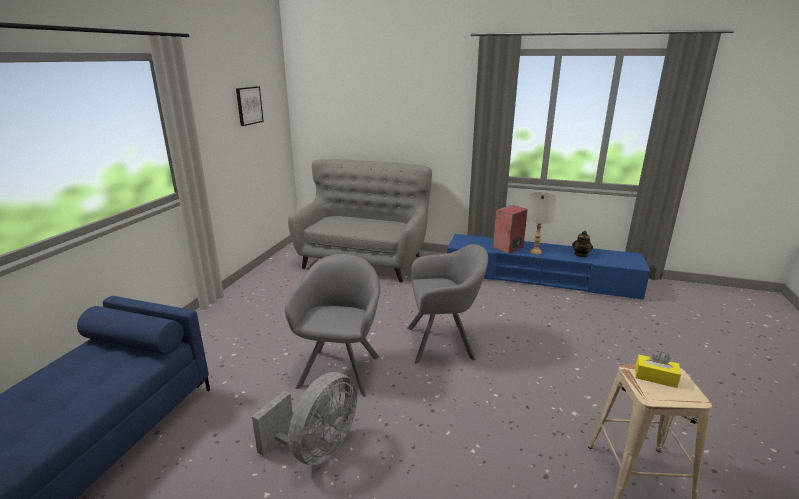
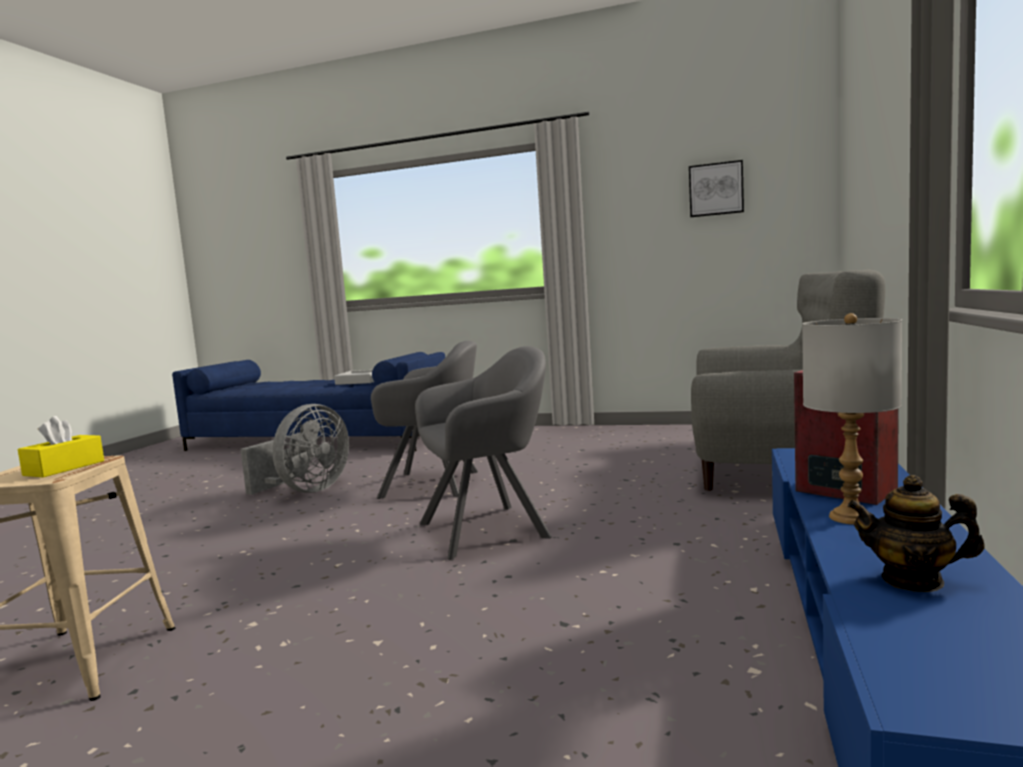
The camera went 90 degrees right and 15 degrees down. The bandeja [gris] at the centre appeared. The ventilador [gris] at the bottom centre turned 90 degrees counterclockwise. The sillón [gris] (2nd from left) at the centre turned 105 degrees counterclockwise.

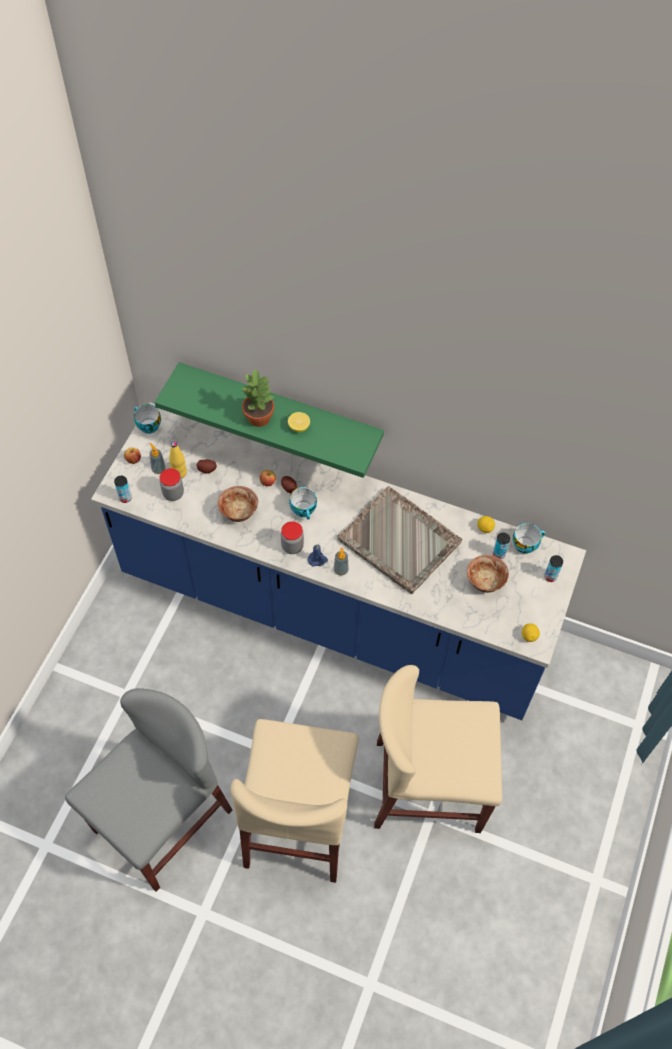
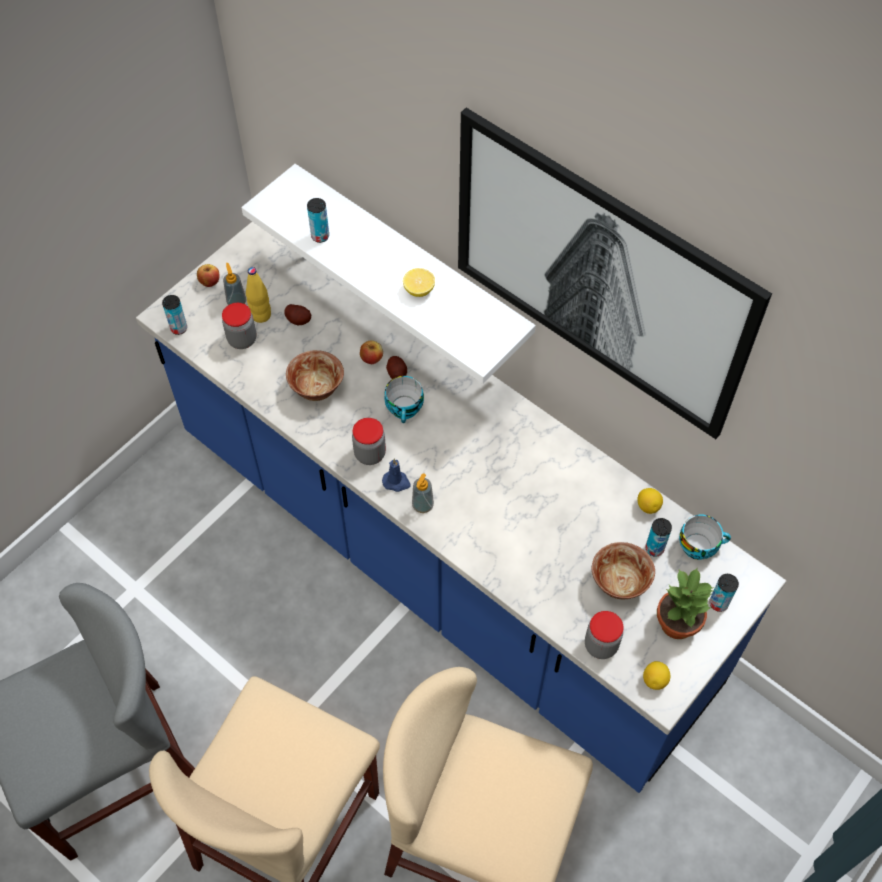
The camera went 20 degrees right and 0 degrees up. The taza (1st from left) at the middle left disappeared. The bandeja [gris] at the centre disappeared. The lata (2nd from left) at the top centre appeared. The cuadro at the top right appeared. The tarro (3rd from left) at the bottom right appeared. The planta en maceta moved from the centre to the bottom right. The estante [verde] at the centre became the estante [blanco] at the top centre.

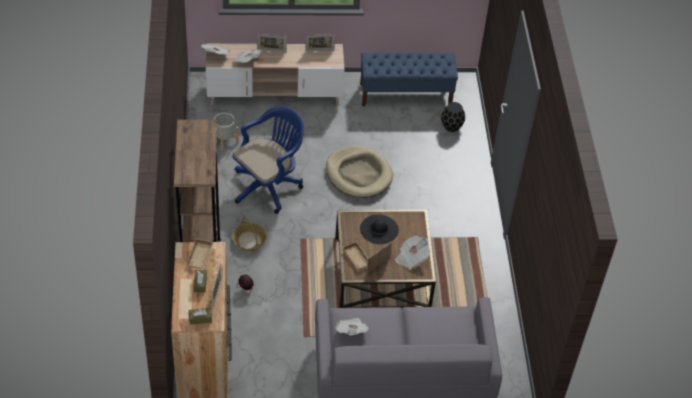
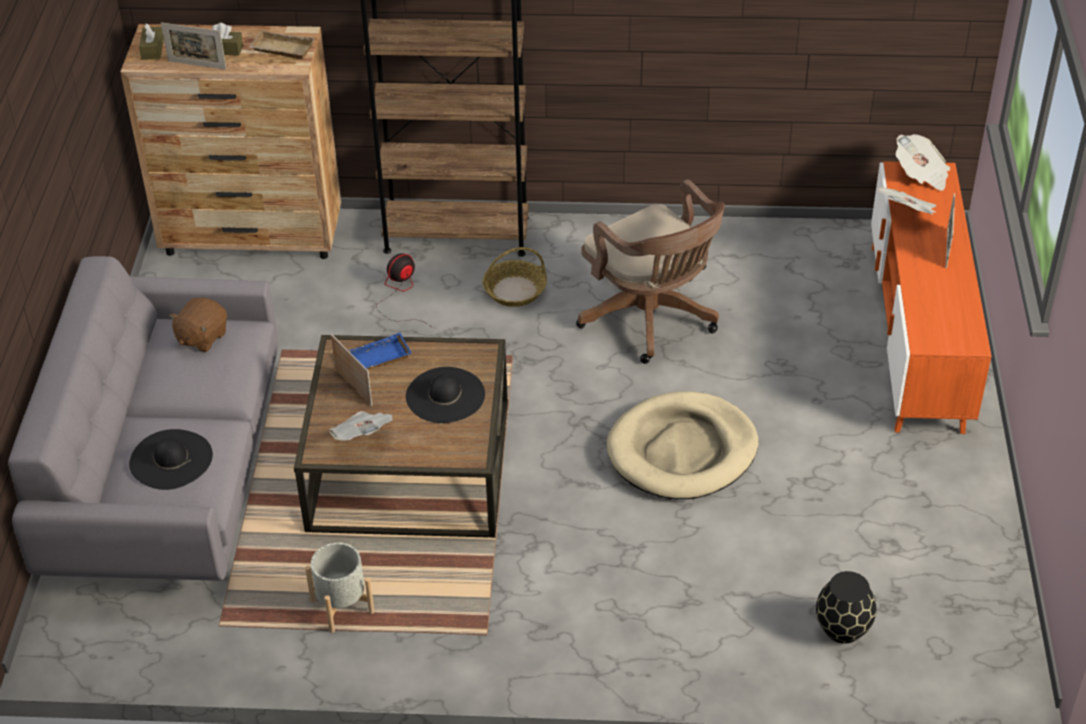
The camera went 100 degrees right and 5 degrees down. The portarretratos (3rd from left) at the top centre disappeared. The banco [azul] at the top centre disappeared. The sombrero [negro] (1st from left) at the middle left appeared. The maceta [gris] moved from the top left to the bottom left. The periódico (3rd from left) at the bottom centre was replaced by the peluche [marrón] at the middle left. The mueble de televisión [beis] at the top centre became the mueble de televisión [naranja] at the middle right. The silla de oficina [azul] at the centre became the silla de oficina [marrón] at the centre. The bandeja [beis] (2nd from left) at the centre became the bandeja [azul] at the centre.

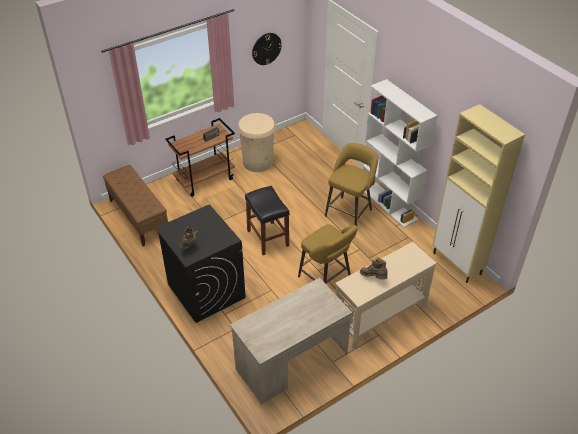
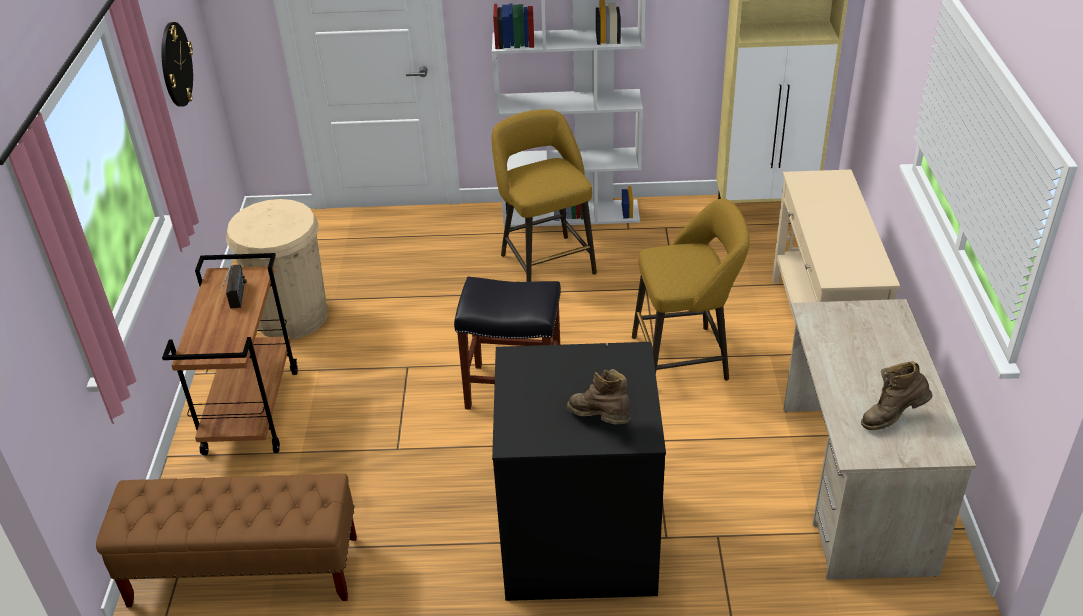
The camera went 55 degrees left and 5 degrees down. The bota [marrón] (2nd from left) moved from the centre to the middle right.

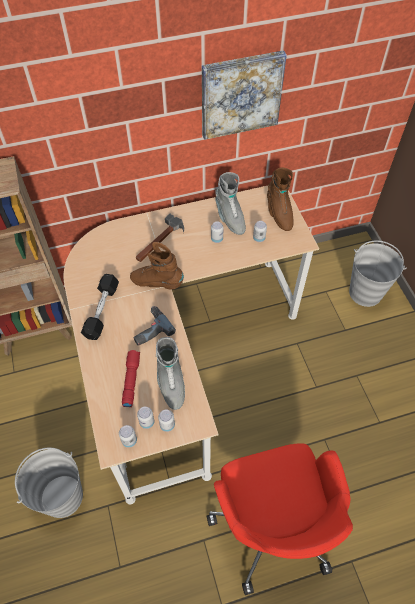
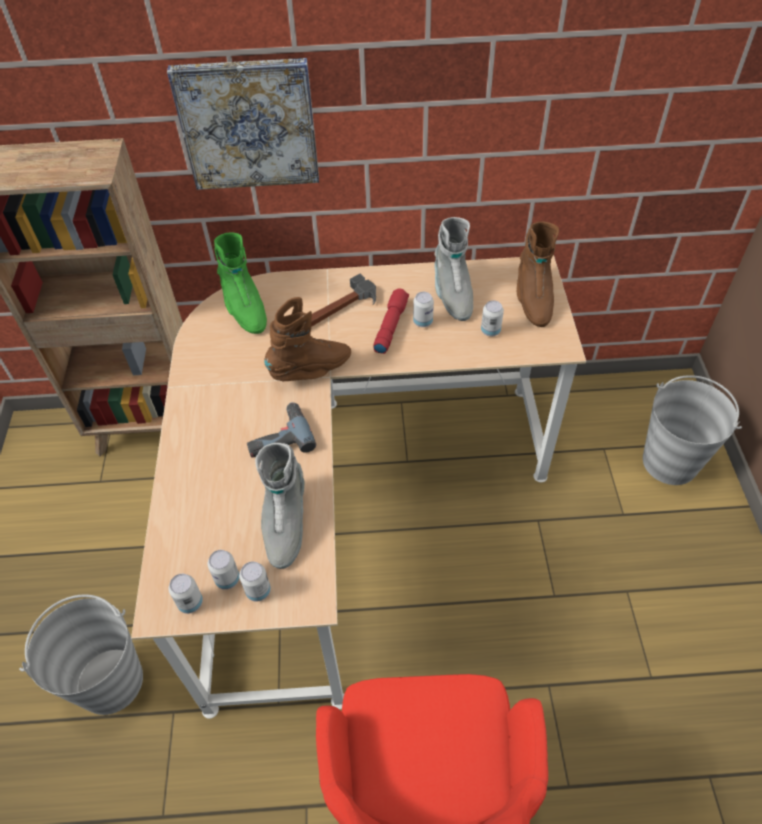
The camera went 15 degrees right and 5 degrees down. The mancuerna [negro] at the middle left disappeared. The bota [verde] at the middle left appeared. The linterna [rojo] moved from the middle left to the centre. The cuadro moved from the top centre to the top left. The bota [marrón] (1st from left) at the centre turned 120 degrees clockwise.

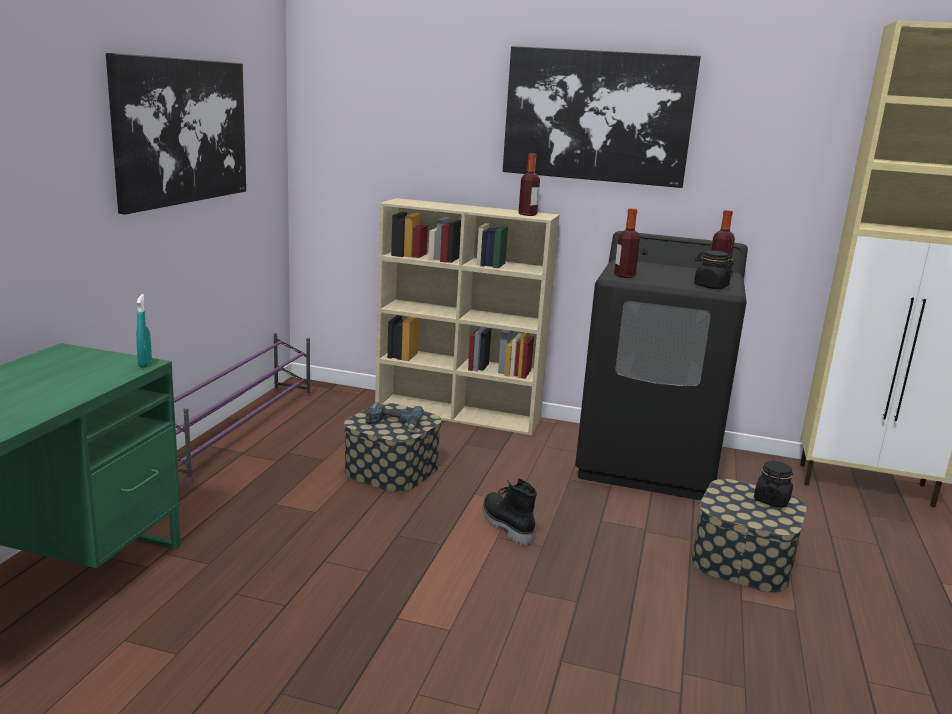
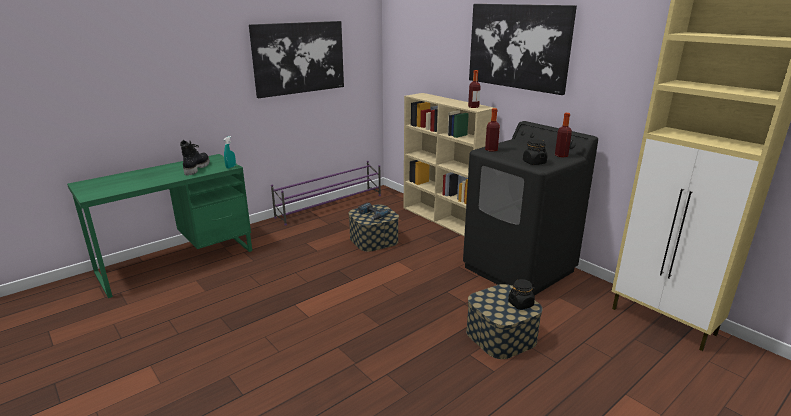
The camera went 35 degrees right and 5 degrees up. The bota [negro] moved from the bottom centre to the middle left.

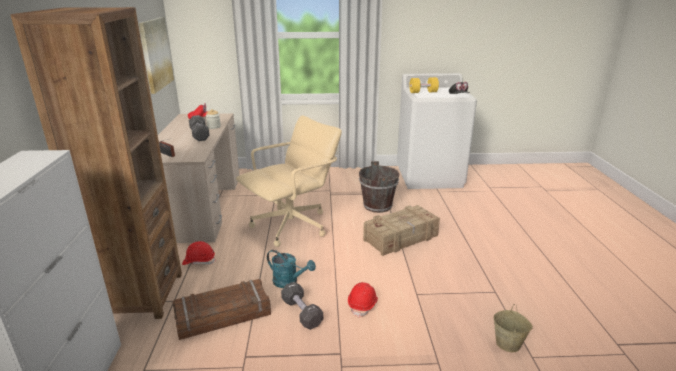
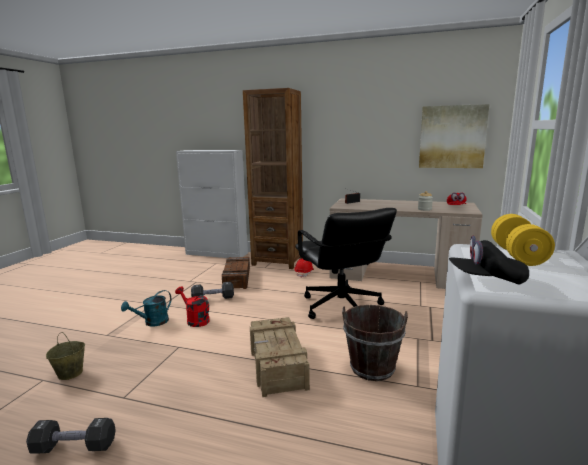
The camera went 110 degrees right and 10 degrees down. The mancuerna [negro] (1st from left) moved from the middle left to the bottom left. The regadera [turquesa] moved from the bottom centre to the middle left. The casco [rojo] (2nd from left) at the bottom centre was replaced by the regadera [rojo] at the middle left. The silla de oficina [beis] at the centre became the silla de oficina [negro] at the centre.

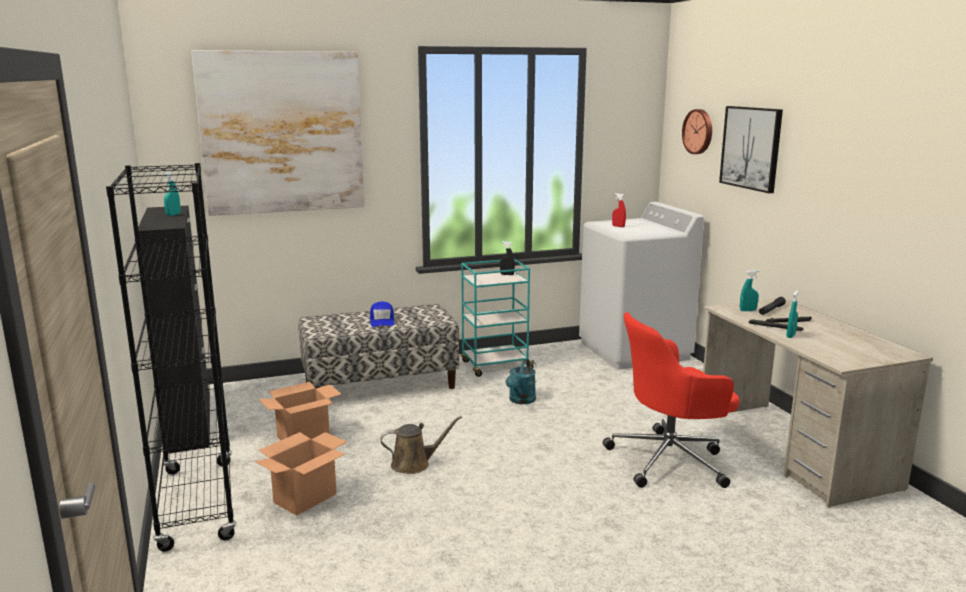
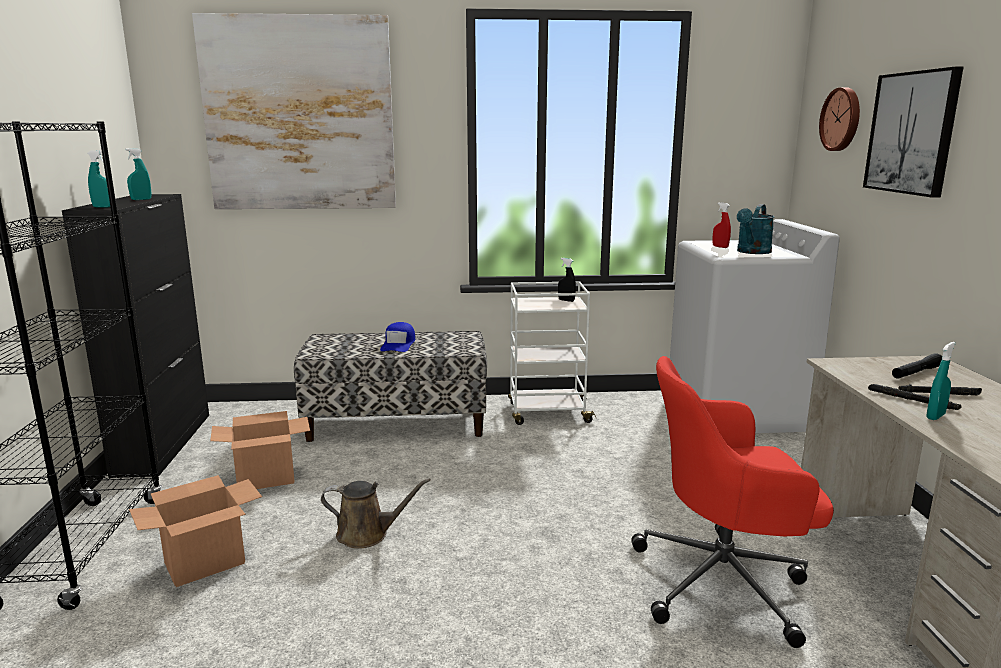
The camera went 15 degrees right and 0 degrees up. The regadera [turquesa] moved from the centre to the middle right. The pulverizador [turquesa] (2nd from left in the first image) moved from the middle right to the top left. The carrito [turquesa] at the centre became the carrito [blanco] at the centre.

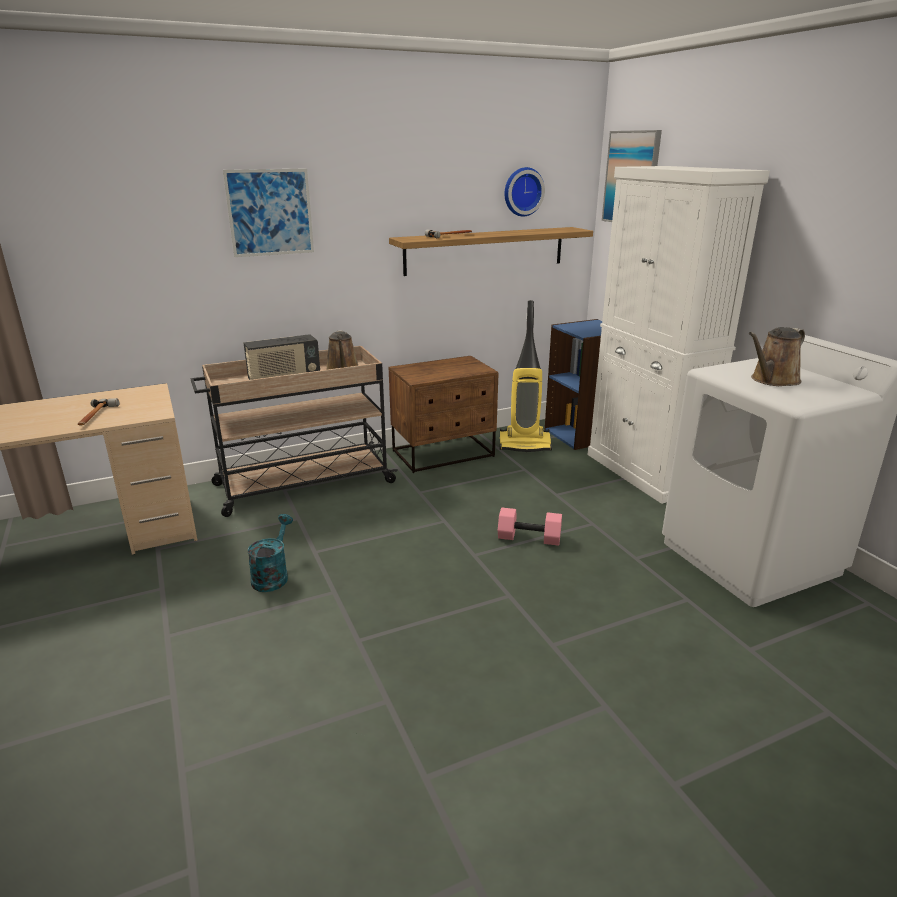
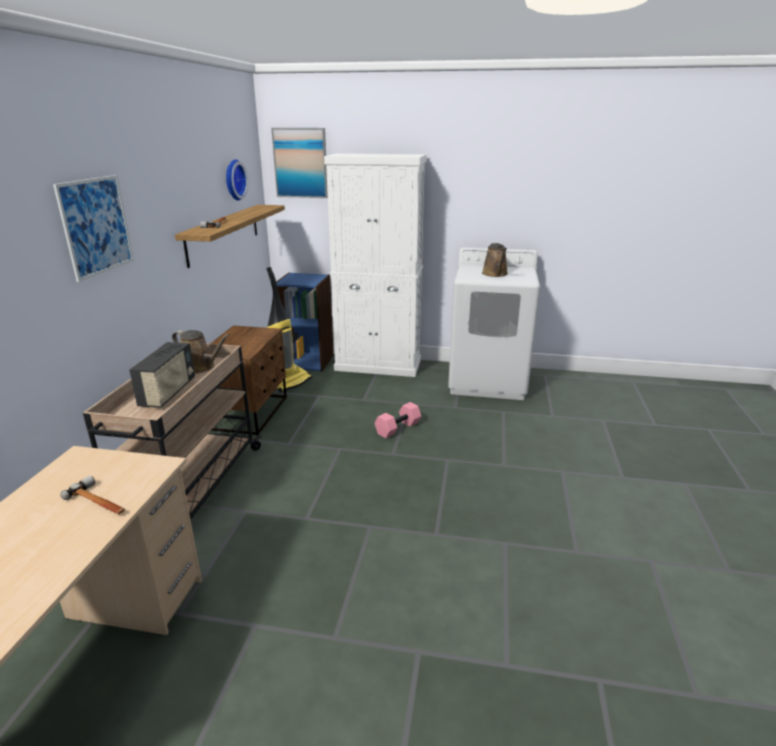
The camera went 55 degrees left and 0 degrees up. The regadera [turquesa] at the middle left disappeared.

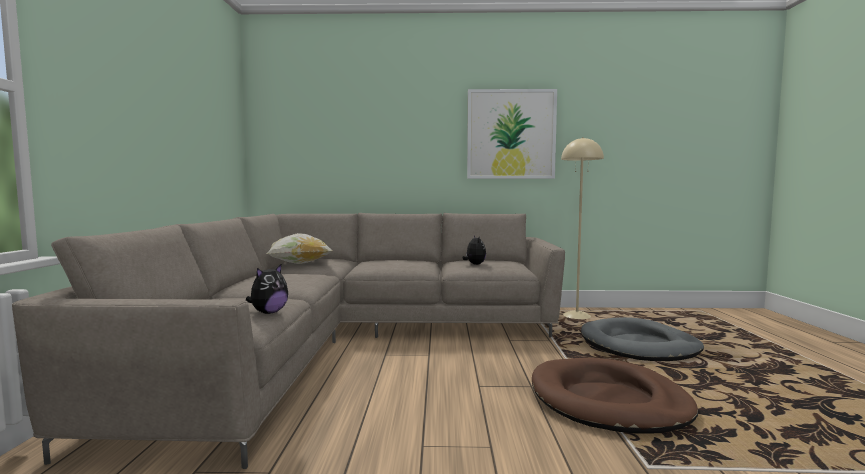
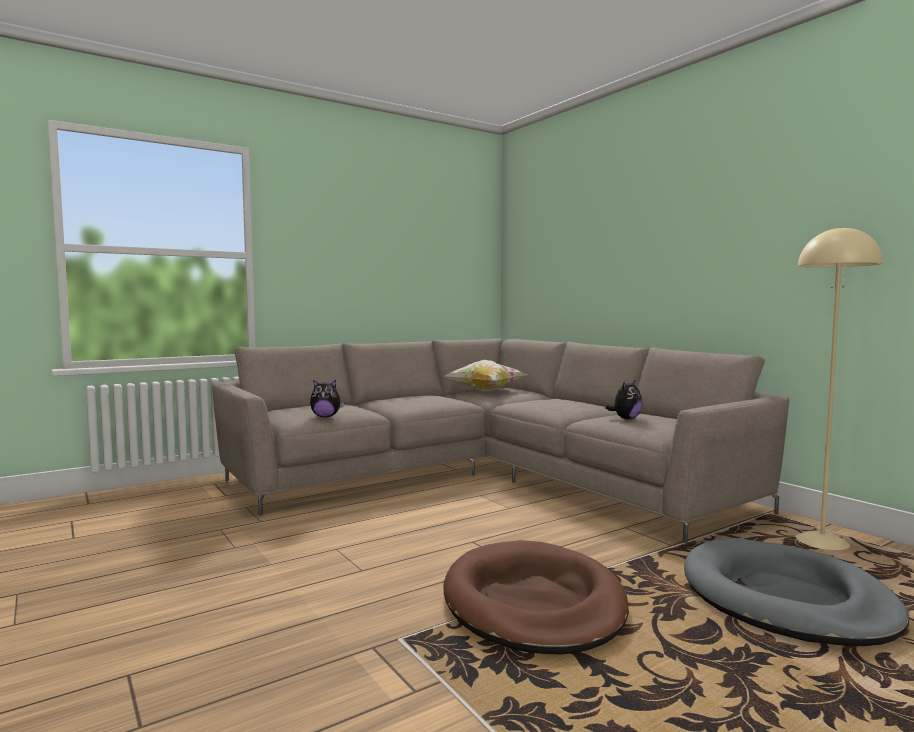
The camera went 55 degrees right and 0 degrees up. The cuadro at the top centre disappeared.

